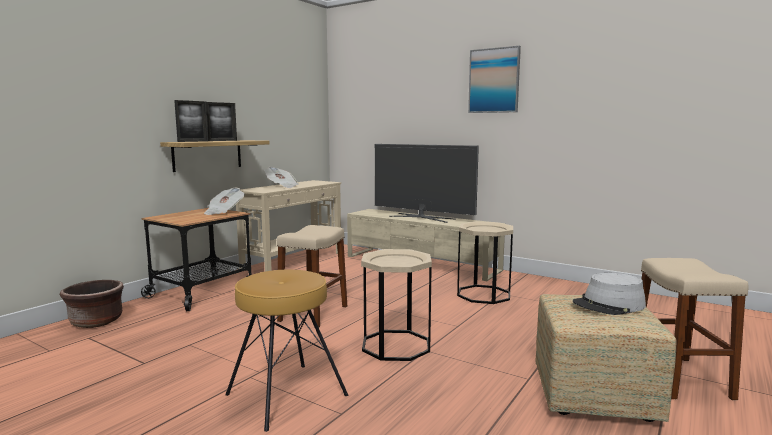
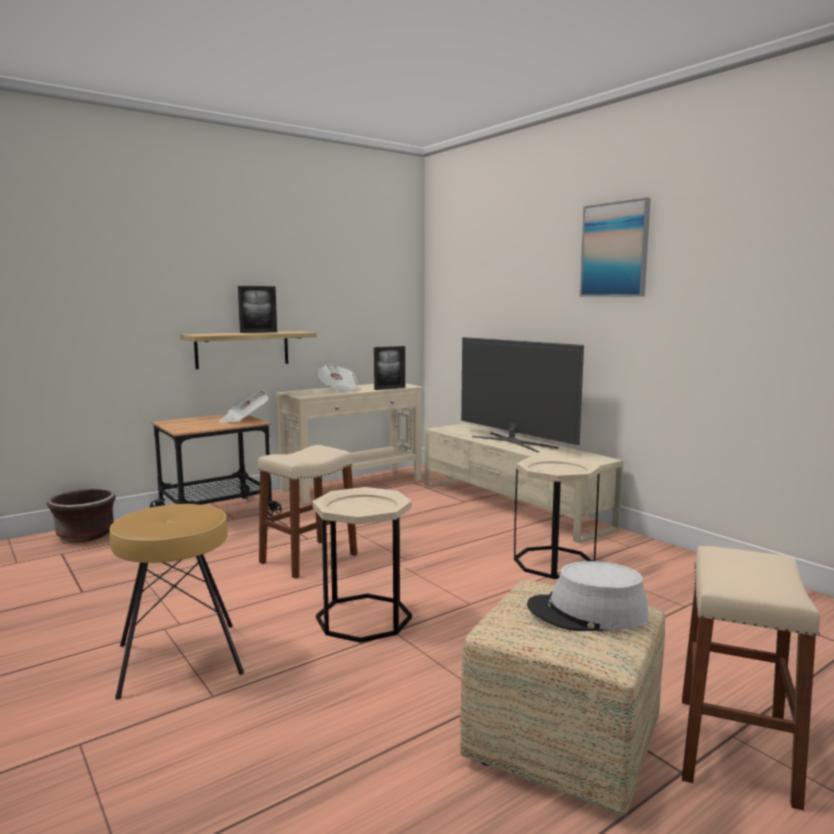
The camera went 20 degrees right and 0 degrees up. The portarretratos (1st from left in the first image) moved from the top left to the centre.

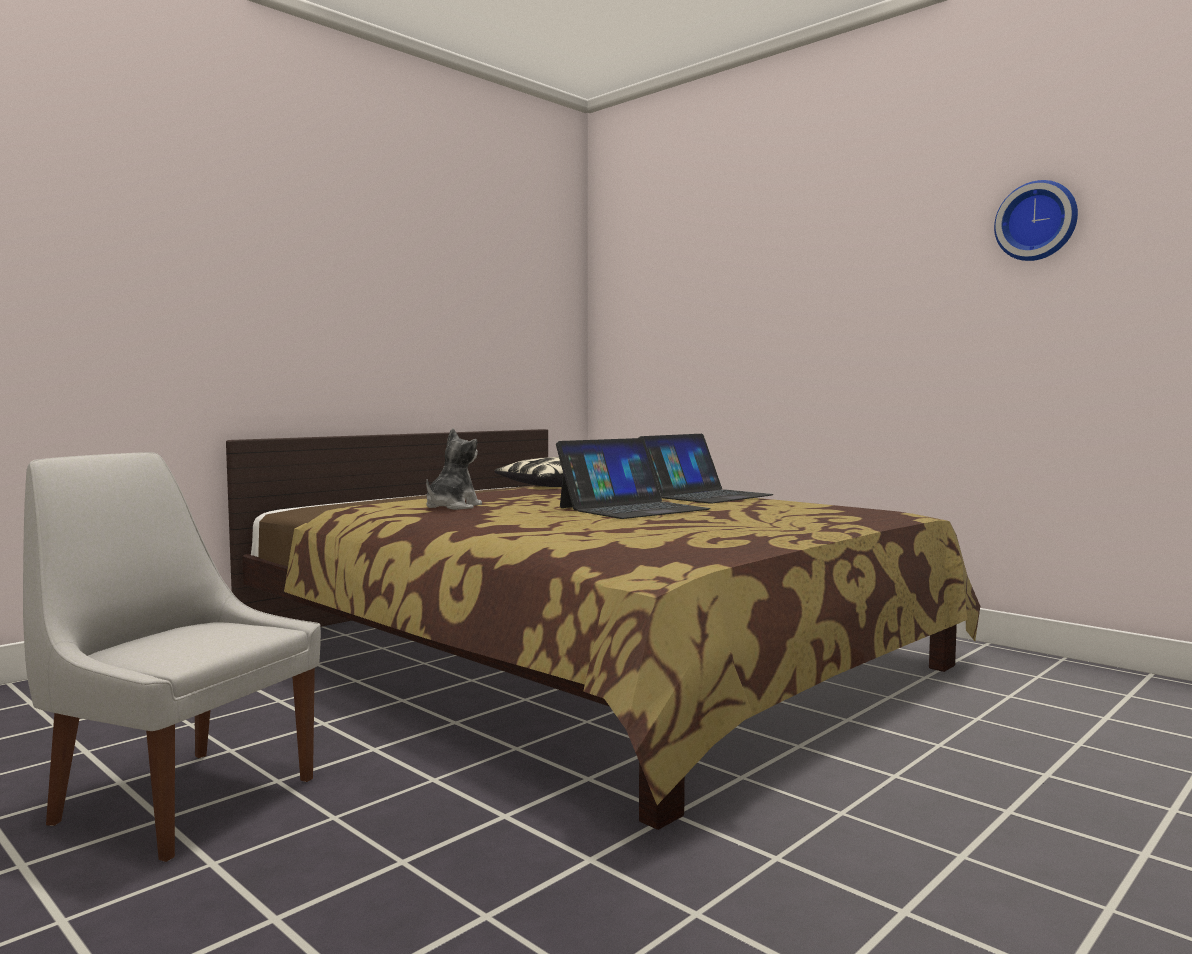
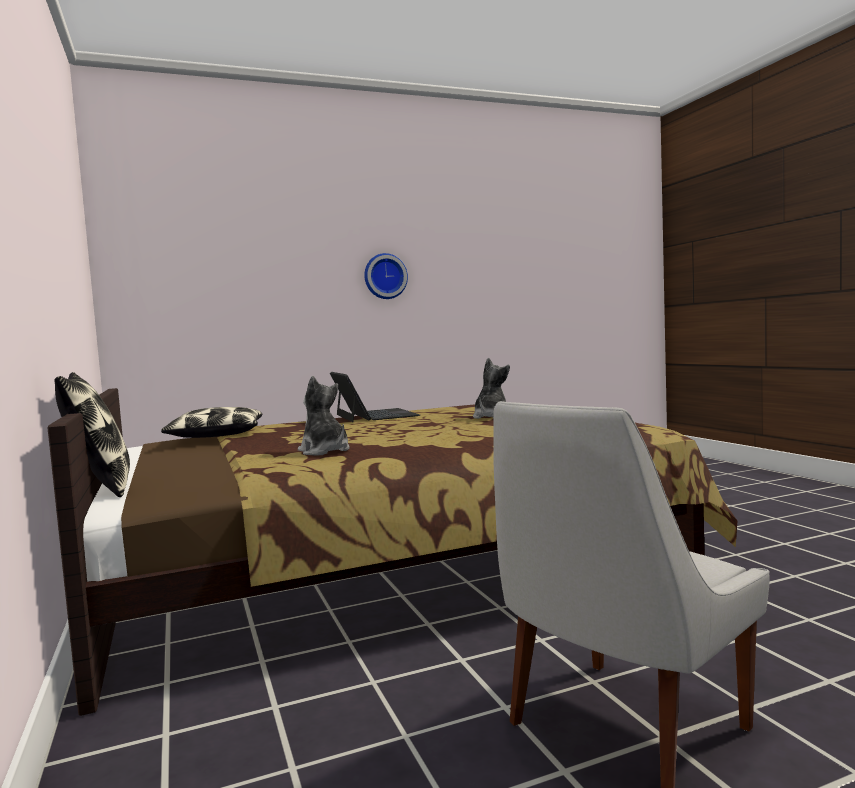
The camera went 65 degrees left and 0 degrees up. The portátil (1st from left) at the centre disappeared. The cojín (1st from left) at the middle left appeared. The peluche (2nd from left) at the centre appeared. The reloj de pared moved from the top right to the centre.

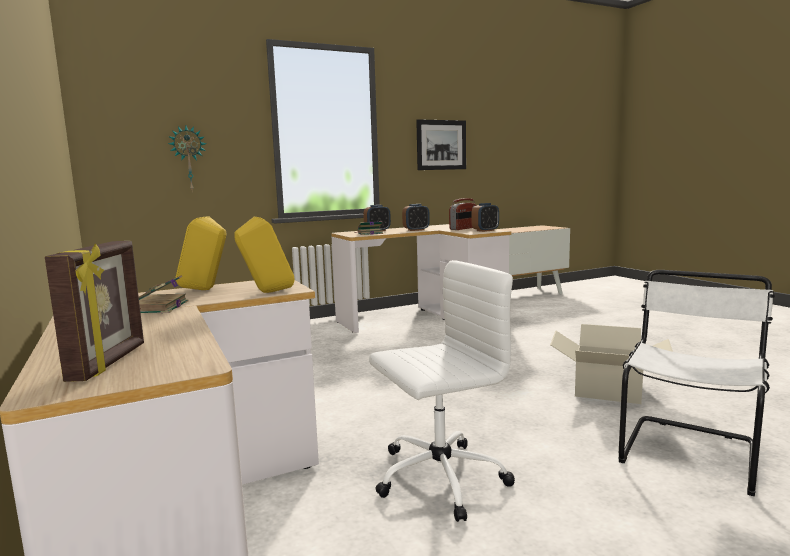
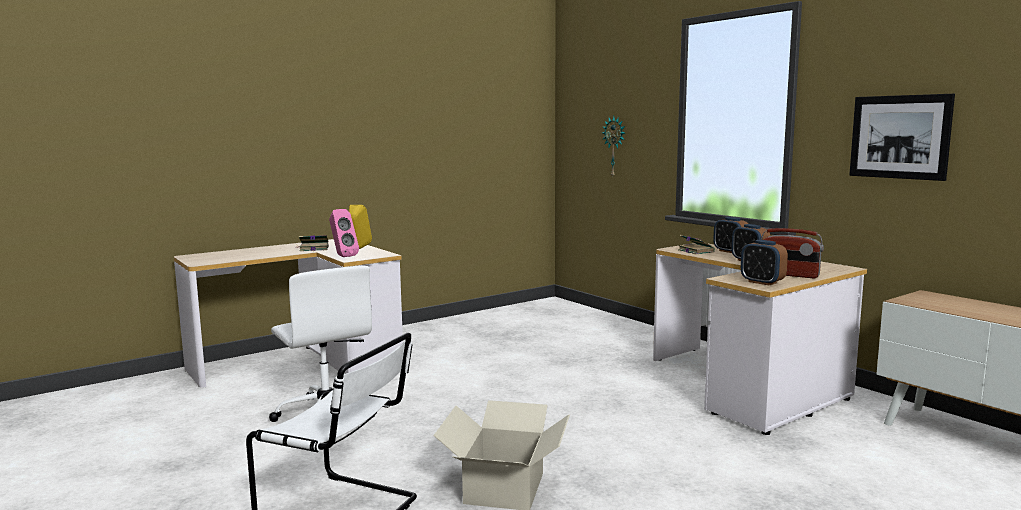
The camera went 80 degrees right and 0 degrees up. The portarretratos at the middle left disappeared. The altavoz [amarillo] (2nd from left) at the centre became the altavoz [rosa] at the centre.

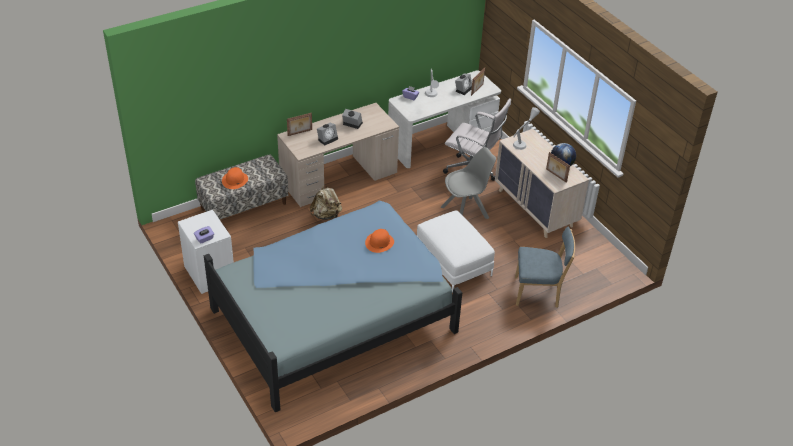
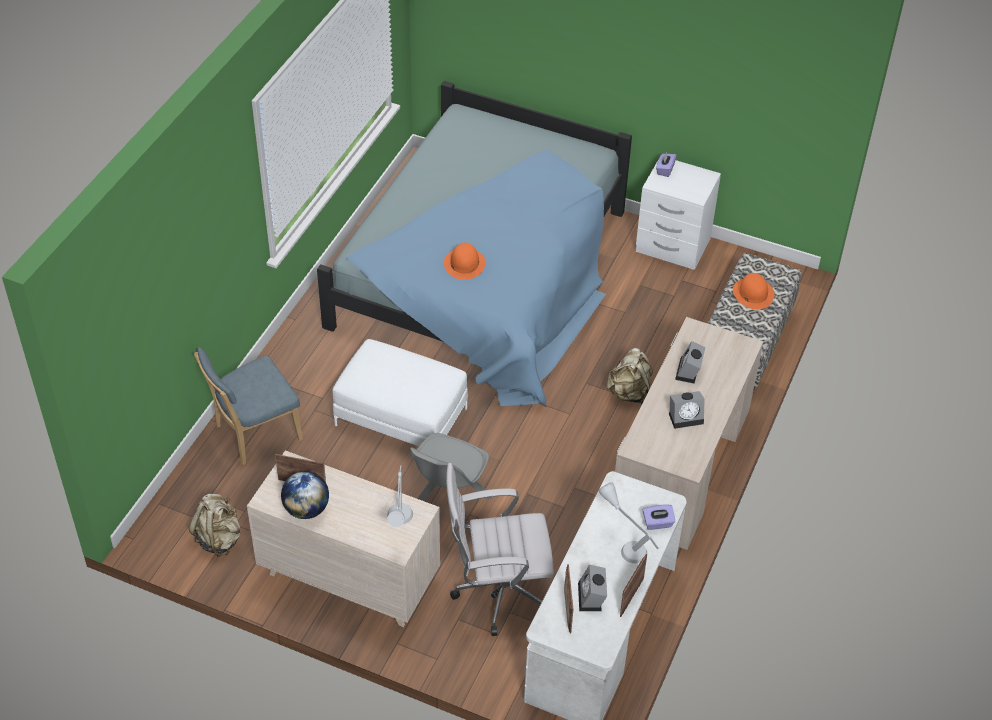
The camera went 145 degrees right and 5 degrees up. The mochila [beis] (1st from left) at the bottom left appeared. The portarretratos (1st from left in the first image) moved from the top centre to the bottom centre.

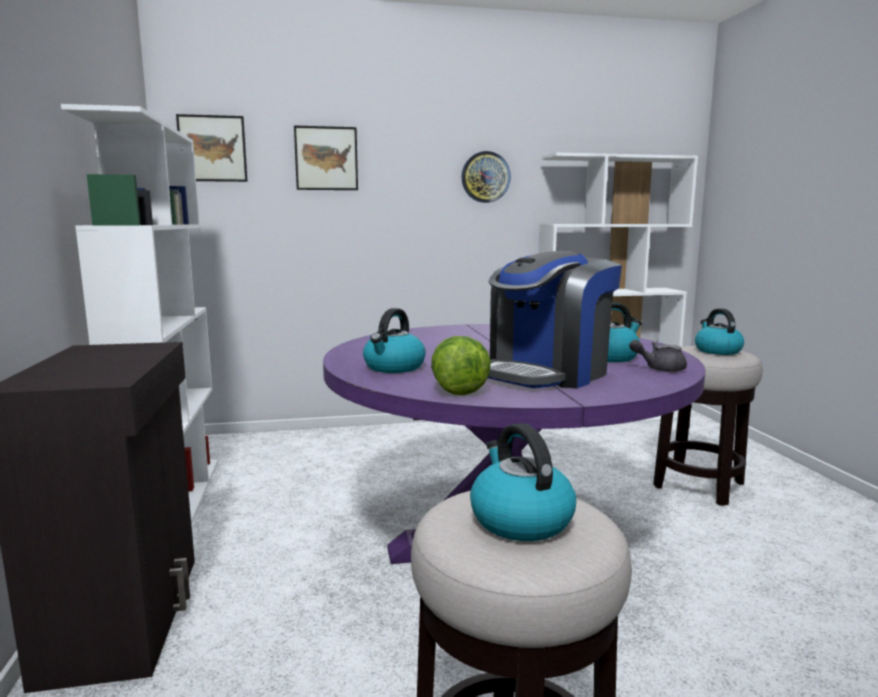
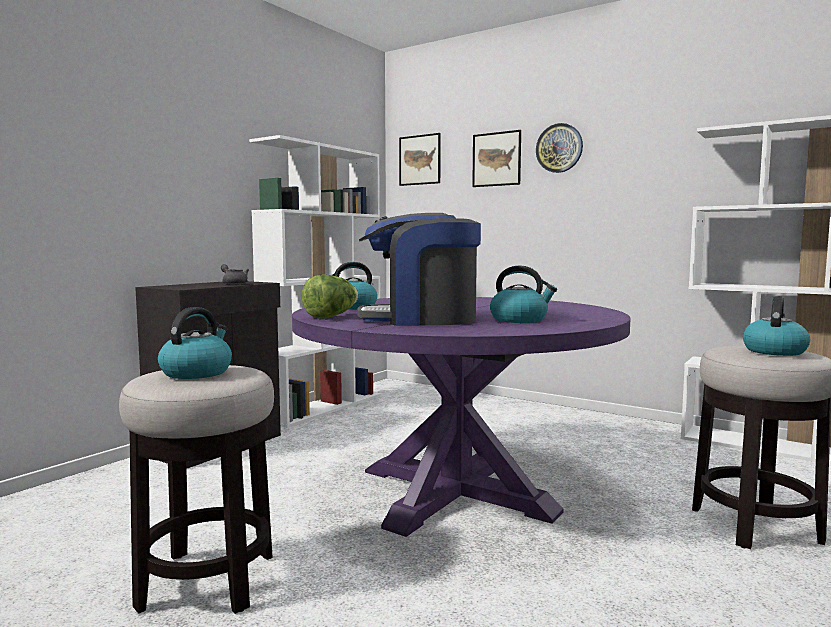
The camera went 45 degrees right and 5 degrees down. The reloj de pared moved from the top centre to the top right. The tetera [gris] moved from the middle right to the middle left.

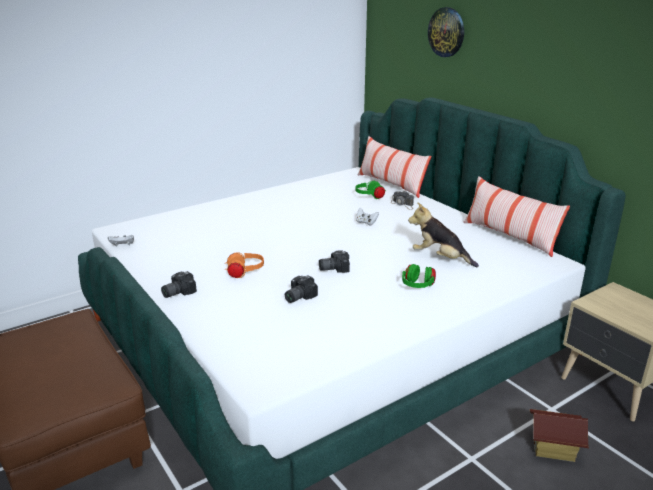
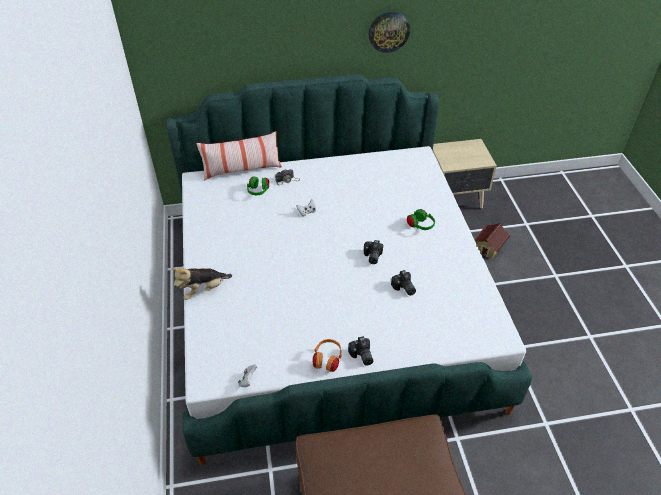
The camera went 65 degrees left and 20 degrees up. The cojín (2nd from left) at the middle right disappeared. The auriculares [naranja] moved from the centre to the bottom centre. The peluche moved from the middle right to the middle left. The reloj de pared moved from the top right to the top centre.

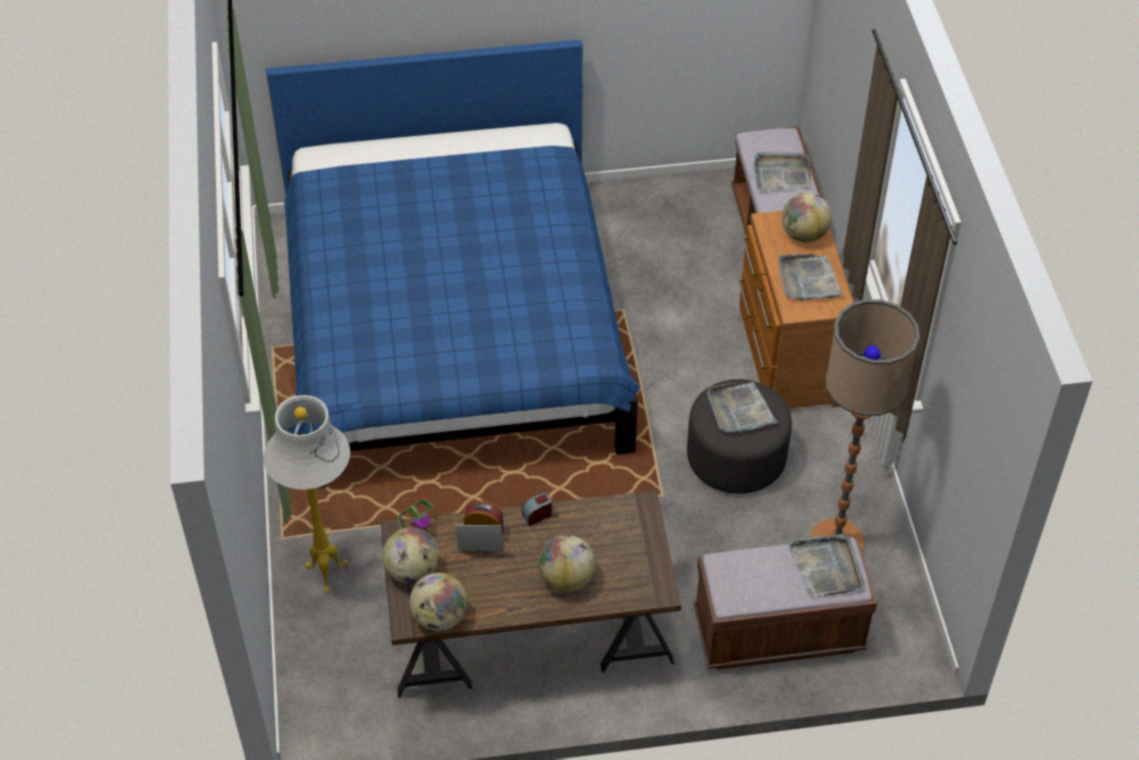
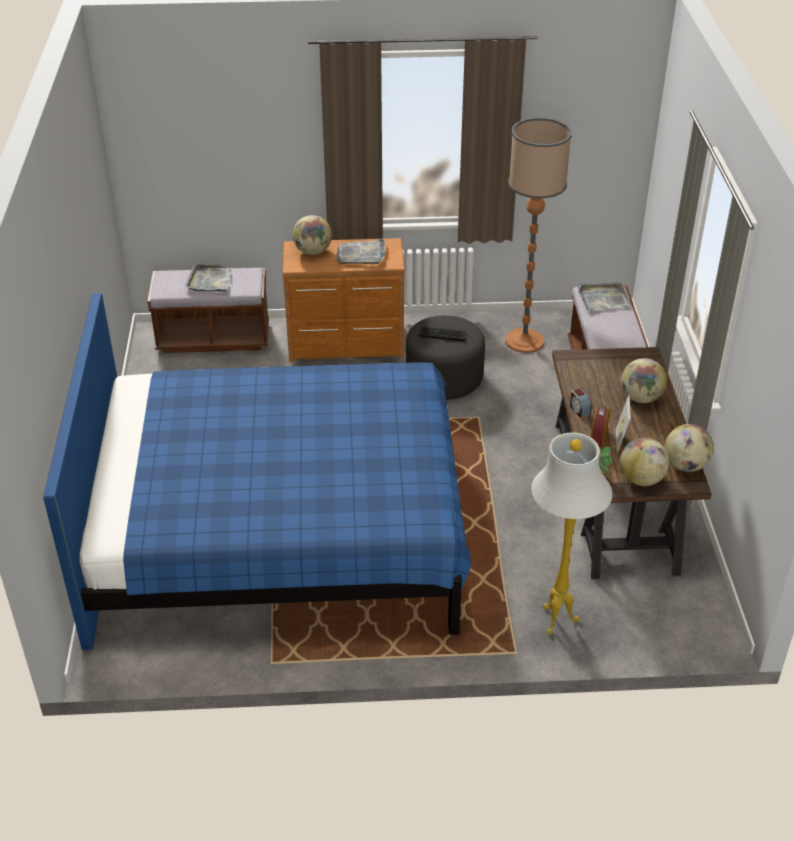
The camera went 85 degrees left and 10 degrees down. The bandeja [gris] (1st from left) at the centre was replaced by the teclado at the centre.

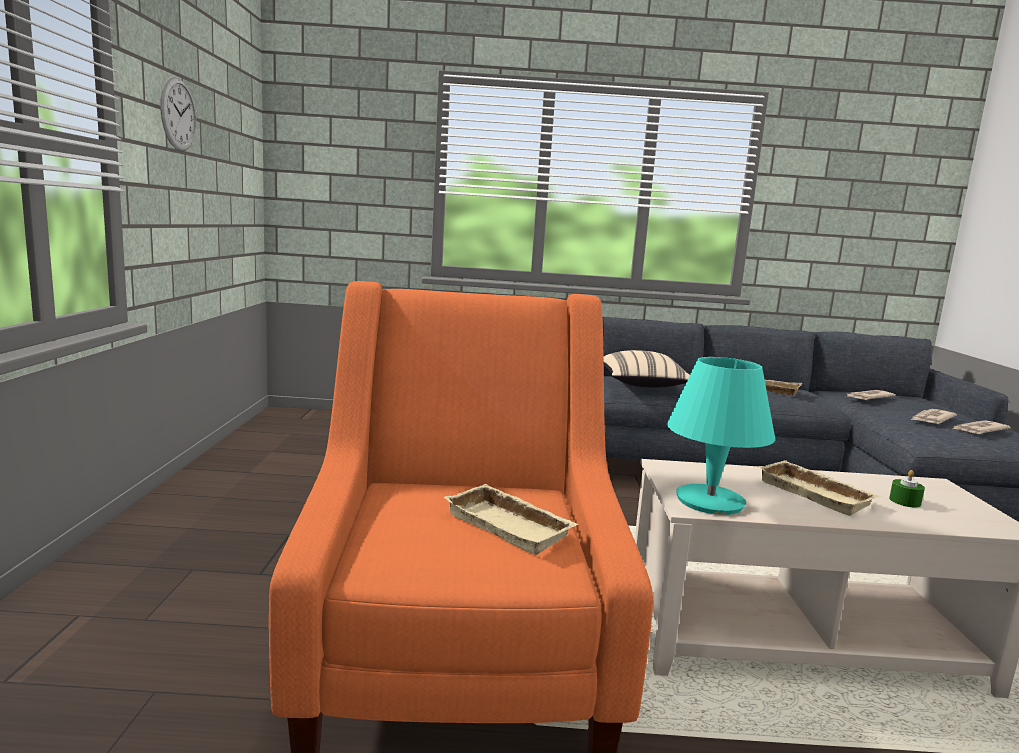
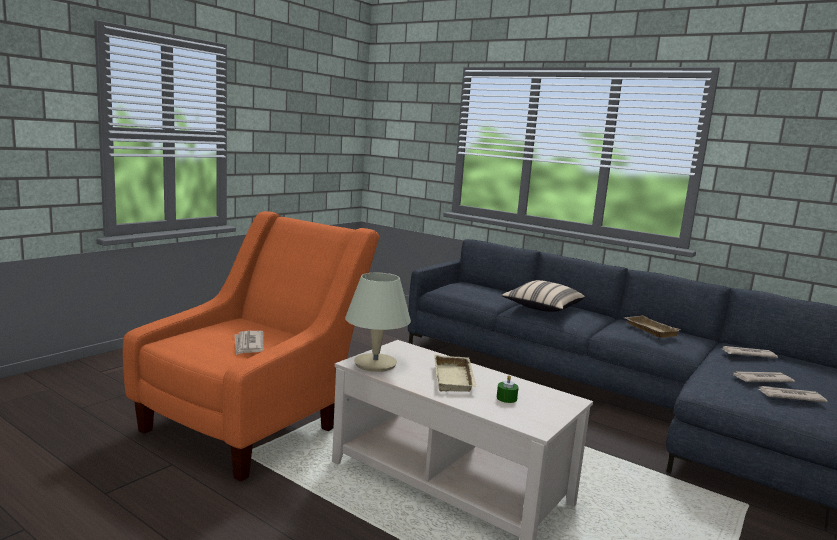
The camera went 35 degrees right and 0 degrees up. The reloj de pared at the top left disappeared. The bandeja [beis] (1st from left) at the bottom centre was replaced by the periódico (1st from left) at the middle left. The lámpara de mesa [turquesa] at the middle right became the lámpara de mesa [beis] at the centre.

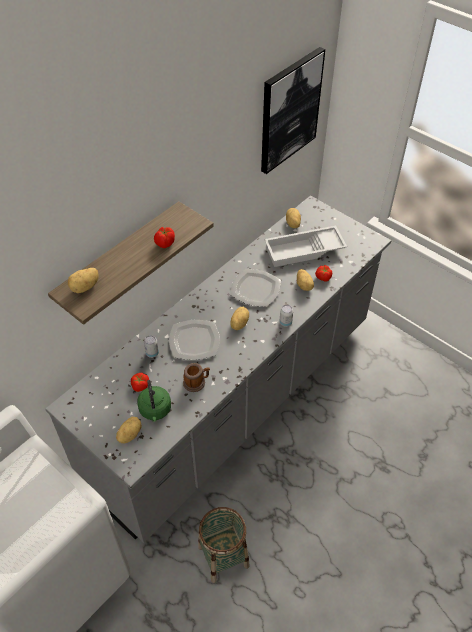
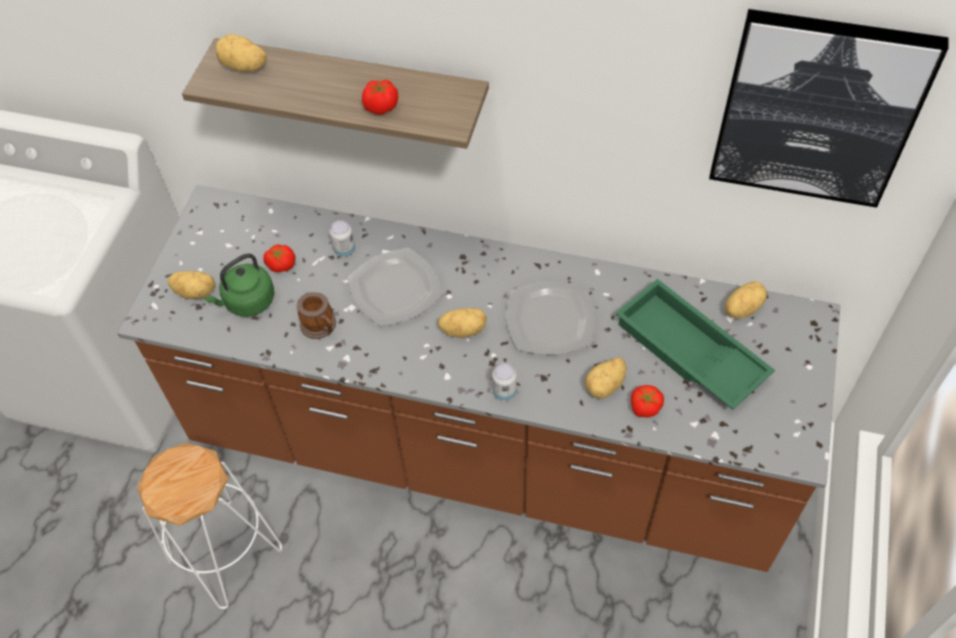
The camera went 65 degrees right and 5 degrees up. The cesta at the bottom centre was replaced by the taburete [blanco] at the bottom left. The mueble bajo de cocina [gris] at the centre became the mueble bajo de cocina [marrón] at the centre. The bandeja [blanco] at the centre became the bandeja [verde] at the middle right.

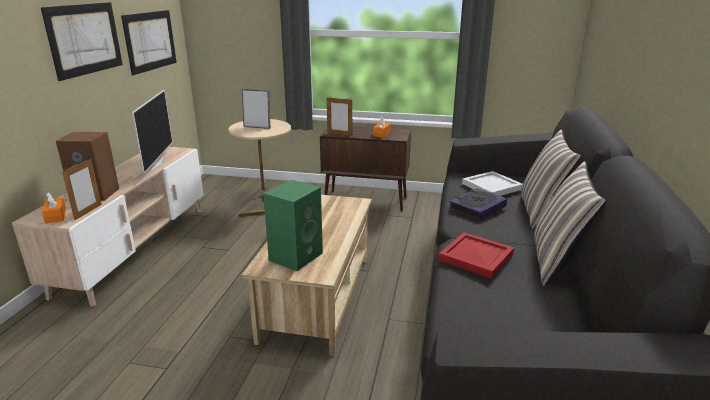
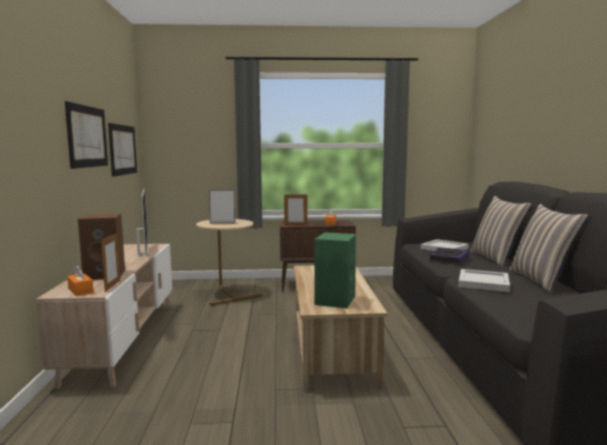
The camera went 15 degrees left and 15 degrees down. The bandeja [rojo] at the middle right became the bandeja [blanco] (2nd from left) at the middle right.

